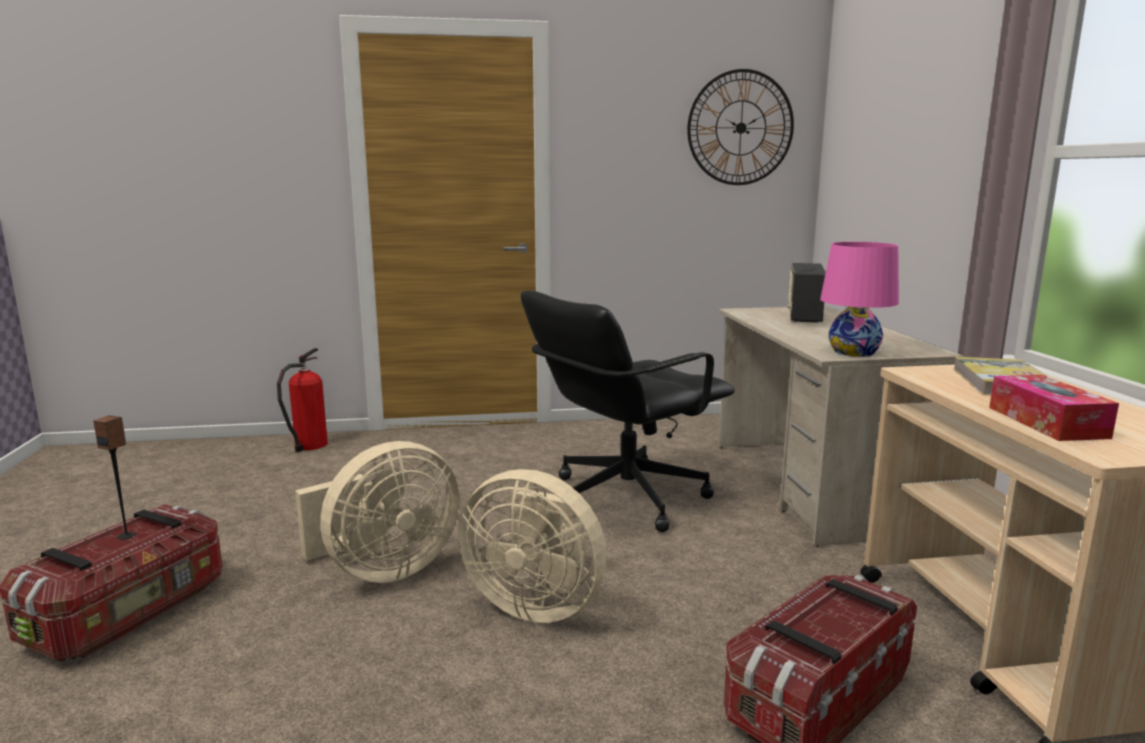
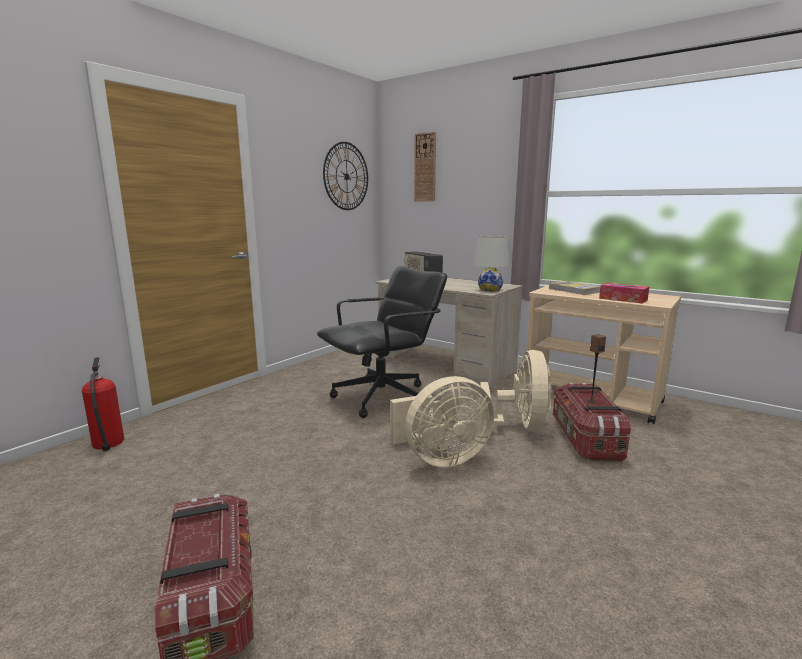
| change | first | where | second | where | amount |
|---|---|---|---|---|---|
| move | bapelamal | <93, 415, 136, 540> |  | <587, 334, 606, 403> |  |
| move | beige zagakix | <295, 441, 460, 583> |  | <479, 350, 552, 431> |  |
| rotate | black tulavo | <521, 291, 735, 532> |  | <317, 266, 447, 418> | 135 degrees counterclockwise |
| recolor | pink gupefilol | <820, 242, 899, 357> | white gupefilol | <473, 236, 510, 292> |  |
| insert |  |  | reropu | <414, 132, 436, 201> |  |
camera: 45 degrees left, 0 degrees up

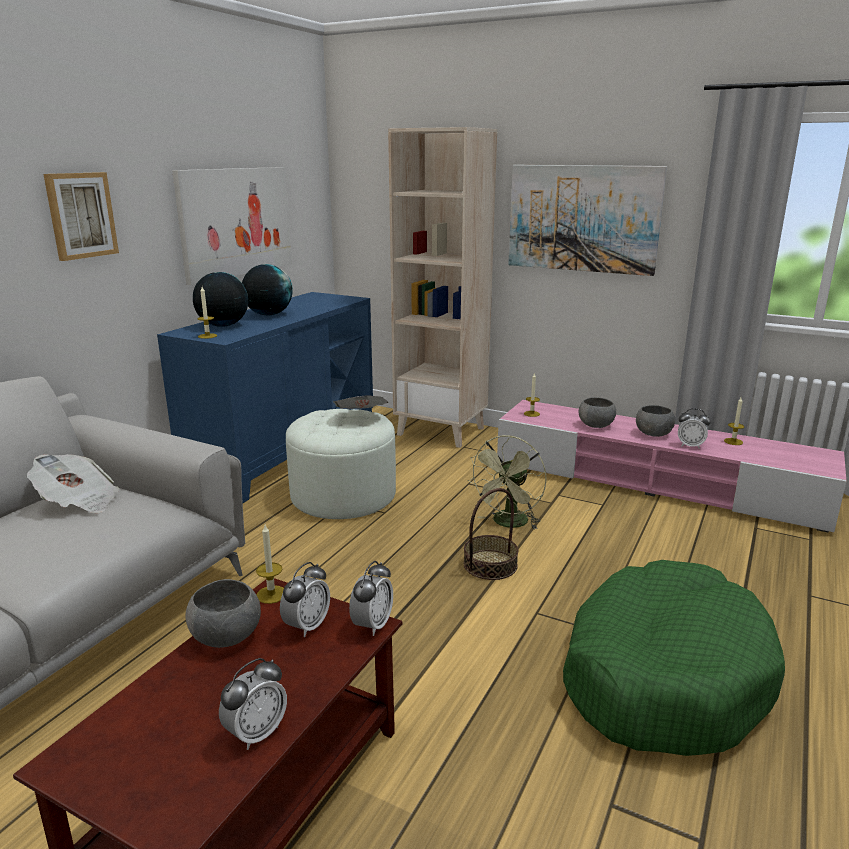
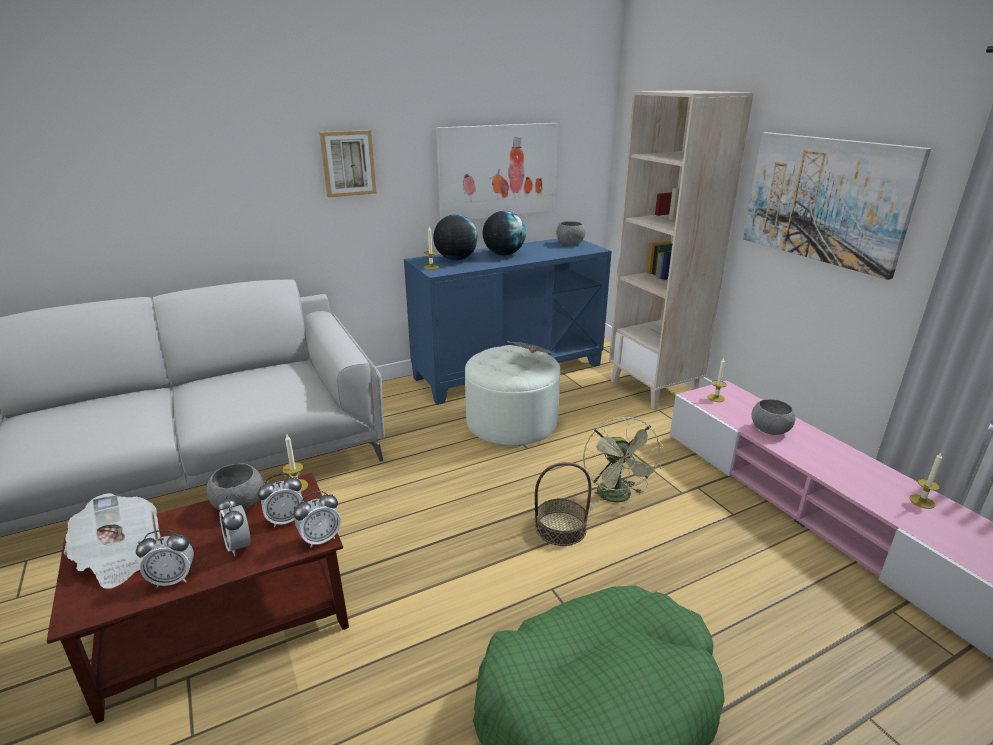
| change | first | where | second | where | amount |
|---|---|---|---|---|---|
| move | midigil | <27, 454, 120, 513> |  | <64, 493, 160, 589> |  |
| rotate | green zagakix | <468, 435, 547, 529> |  | <583, 417, 664, 504> | 75 degrees counterclockwise |
| move | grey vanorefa | <636, 405, 675, 437> |  | <556, 221, 586, 245> |  |
| move | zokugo | <678, 408, 711, 449> |  | <217, 496, 251, 556> |  |
camera: 35 degrees right, 5 degrees up

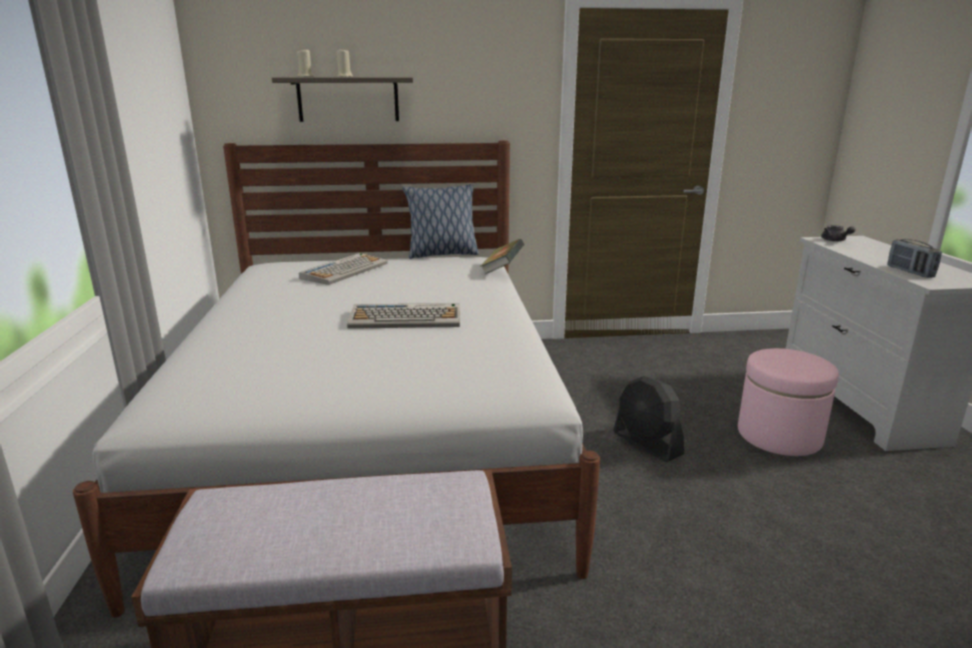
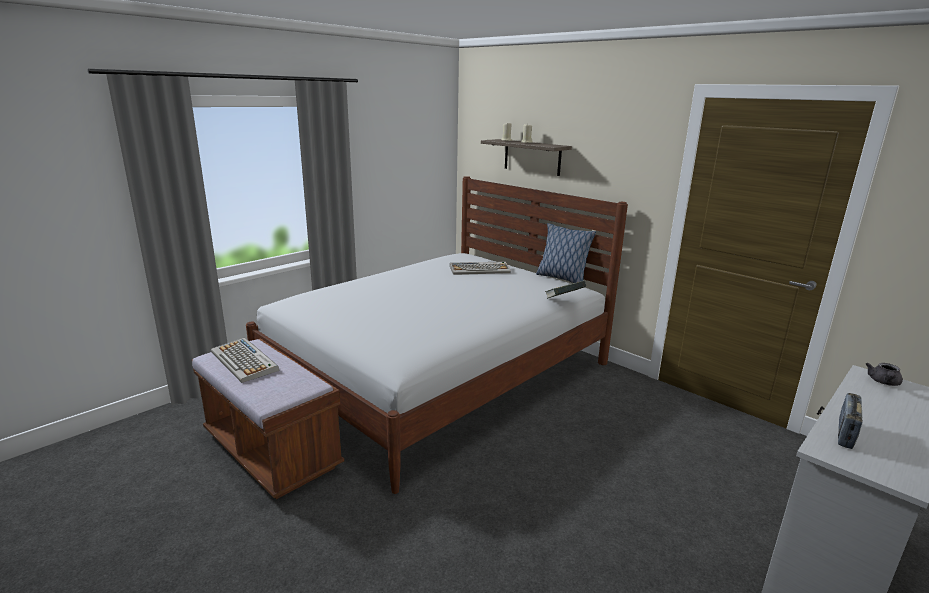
| change | first | where | second | where | amount |
|---|---|---|---|---|---|
| move | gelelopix | <347, 303, 460, 329> |  | <211, 338, 279, 383> |  |
| delete | black zagakix | <613, 376, 684, 462> |  |  |  |
| delete | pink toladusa | <738, 348, 839, 456> |  |  |  |
camera: 50 degrees right, 0 degrees up

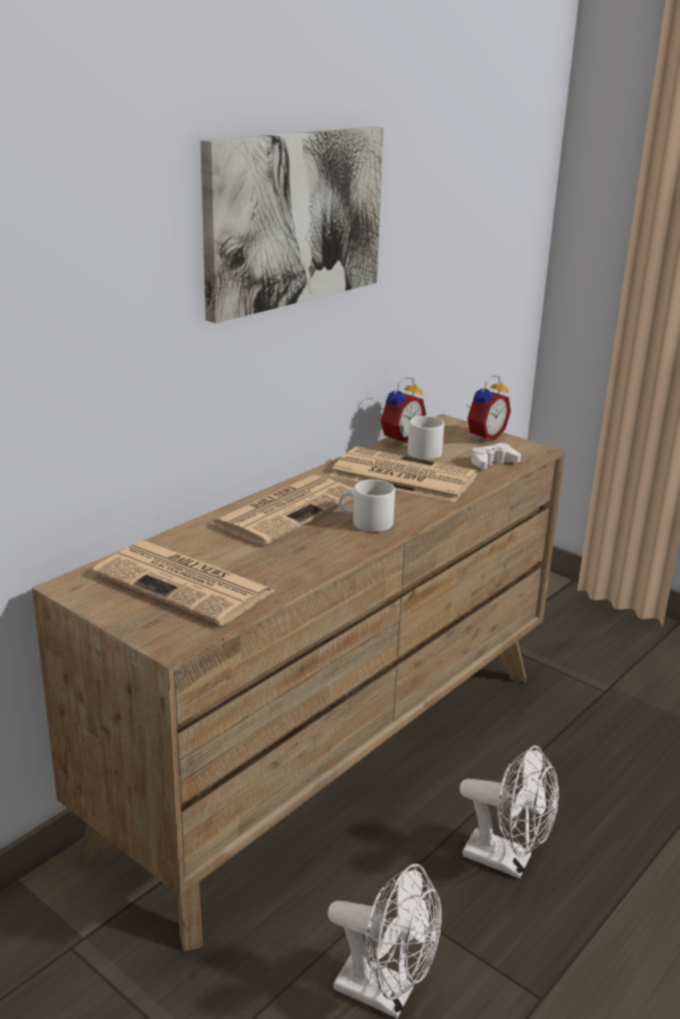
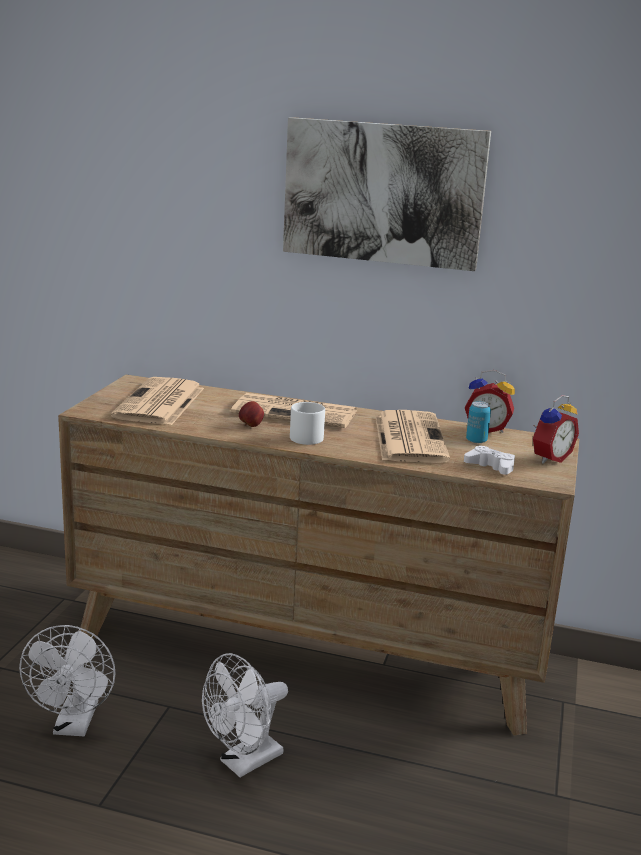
| change | first | where | second | where | amount |
|---|---|---|---|---|---|
| replace | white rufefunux | <408, 416, 444, 460> | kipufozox | <466, 401, 491, 443> |  |
| rotate | white zagakix | <460, 745, 559, 879> |  | <202, 653, 288, 777> | 45 degrees clockwise |
| rotate | zokugo | <467, 375, 511, 442> |  | <533, 395, 579, 464> | 60 degrees counterclockwise |
| insert |  |  | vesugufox | <239, 401, 264, 427> |  |
camera: 65 degrees right, 5 degrees down

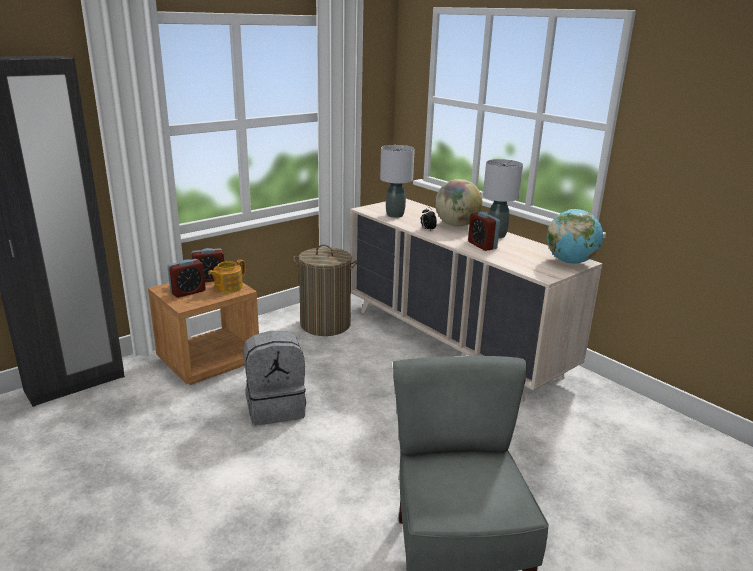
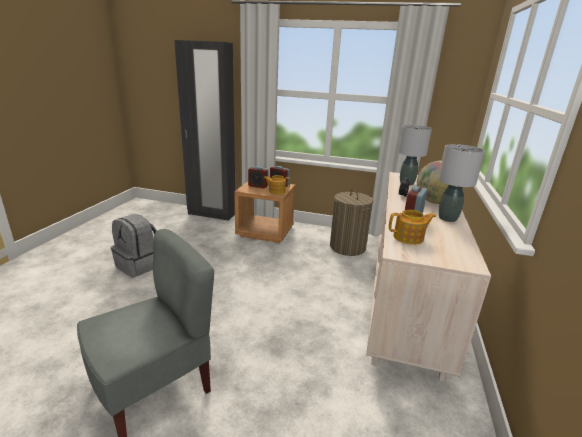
| change | first | where | second | where | amount |
|---|---|---|---|---|---|
| move | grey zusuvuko | <243, 331, 307, 425> |  | <111, 214, 157, 277> |  |
| delete | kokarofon | <547, 209, 603, 264> |  |  |  |
| insert |  |  | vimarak | <389, 210, 436, 245> |  |
camera: 55 degrees right, 0 degrees up

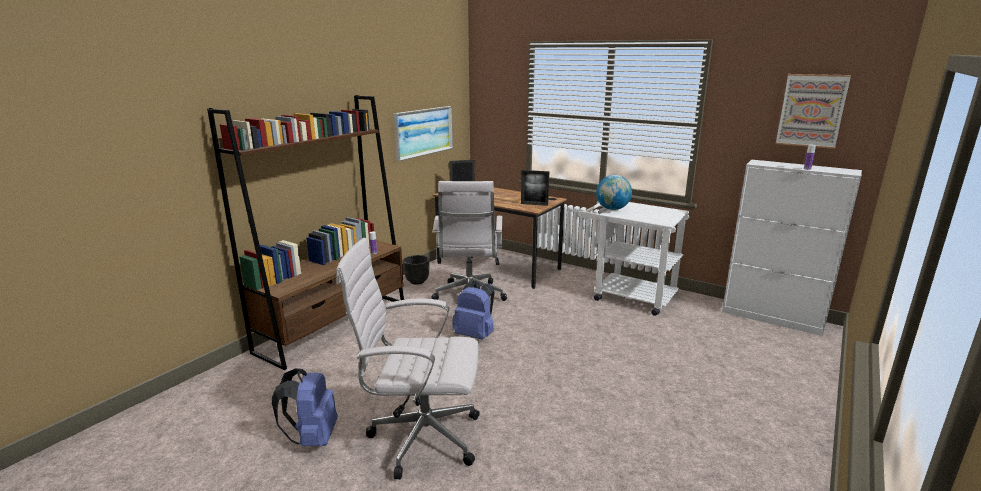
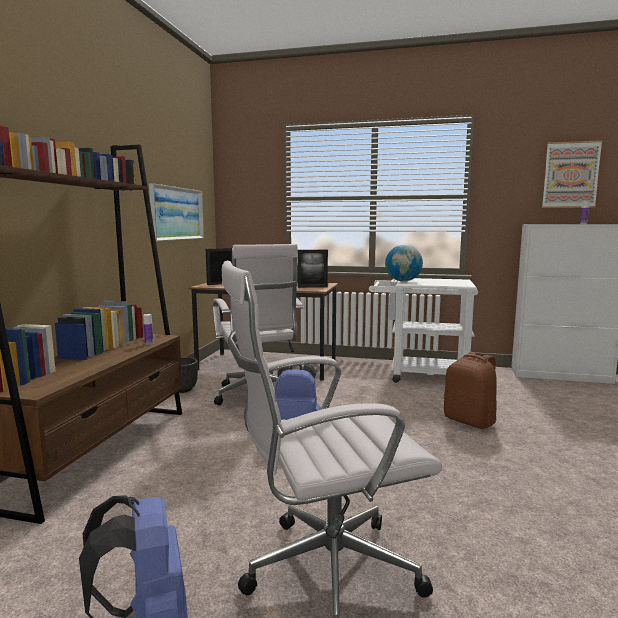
| change | first | where | second | where | amount |
|---|---|---|---|---|---|
| insert |  |  | brown zusuvuko | <444, 352, 497, 429> |  |
camera: 20 degrees left, 10 degrees down

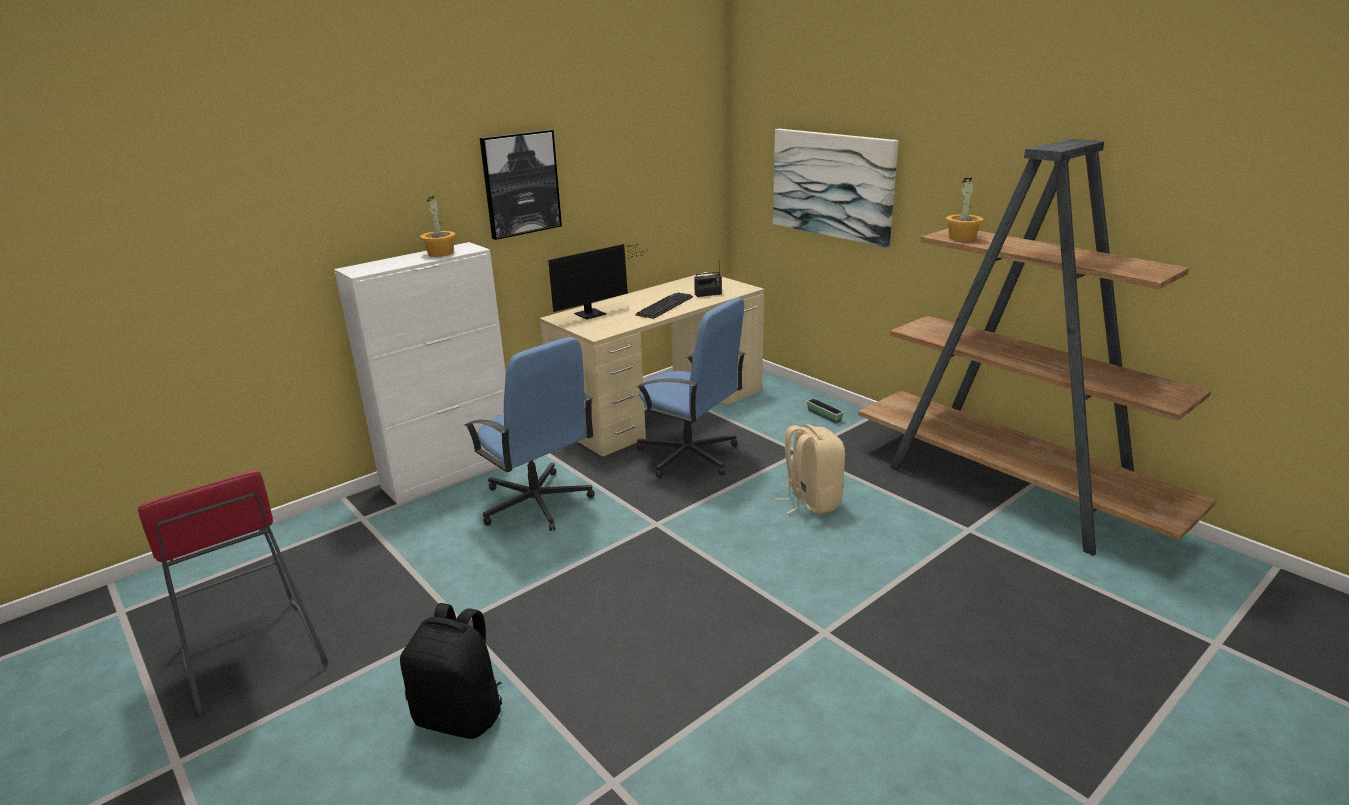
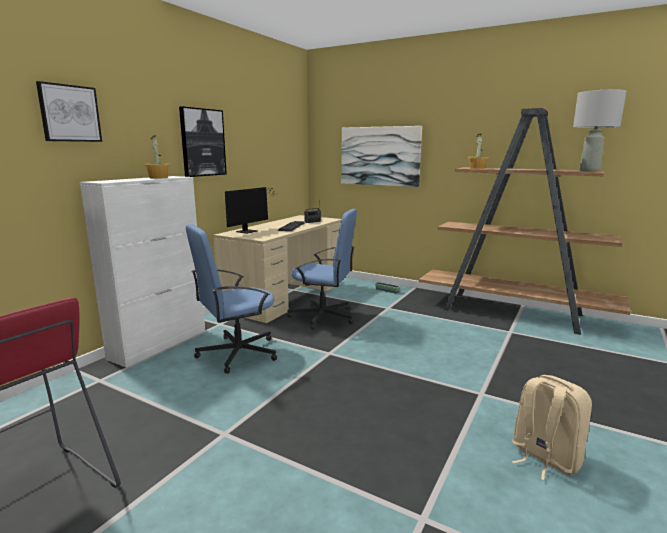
| change | first | where | second | where | amount |
|---|---|---|---|---|---|
| delete | black zusuvuko | <400, 603, 502, 739> |  |  |  |
| rotate | blue tulavo | <464, 337, 595, 531> |  | <186, 224, 277, 374> | 120 degrees clockwise |
| move | beige zusuvuko | <775, 424, 845, 515> |  | <512, 375, 592, 481> |  |
| insert |  |  | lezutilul | <36, 81, 102, 142> |  |
| insert |  |  | grey gupefilol | <573, 89, 626, 172> |  |
camera: 20 degrees left, 10 degrees down

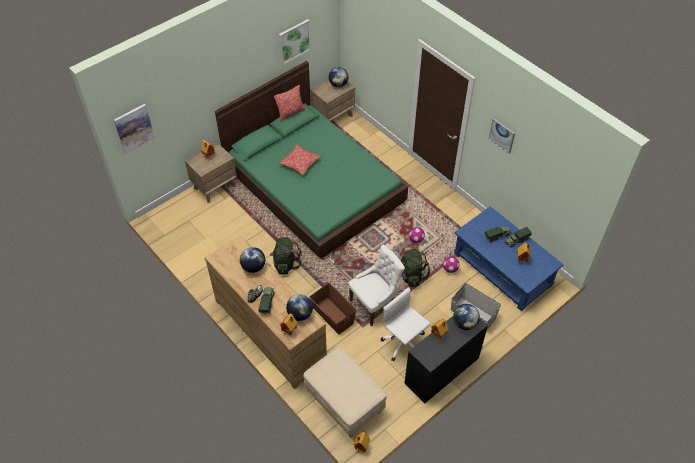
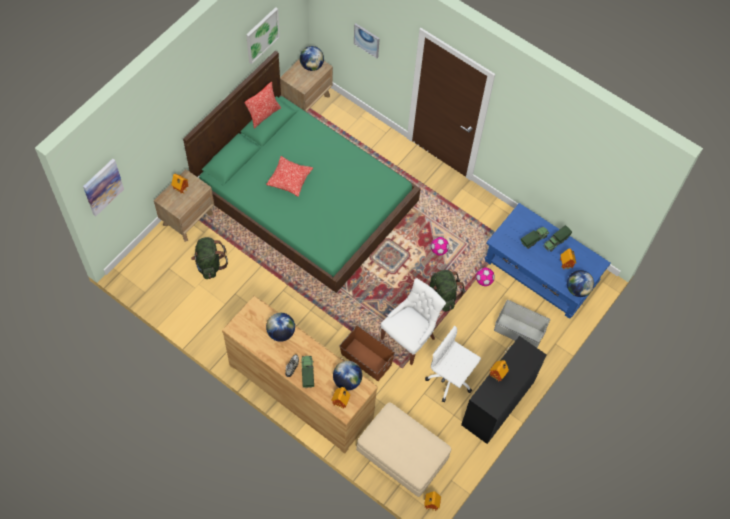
| change | first | where | second | where | amount |
|---|---|---|---|---|---|
| move | green zusuvuko | <270, 237, 301, 275> |  | <191, 237, 228, 279> |  |
| move | kokarofon | <453, 304, 480, 330> |  | <567, 270, 594, 297> |  |
| move | lezutilul | <489, 119, 515, 154> |  | <354, 23, 380, 58> |  |
camera: 15 degrees left, 10 degrees up

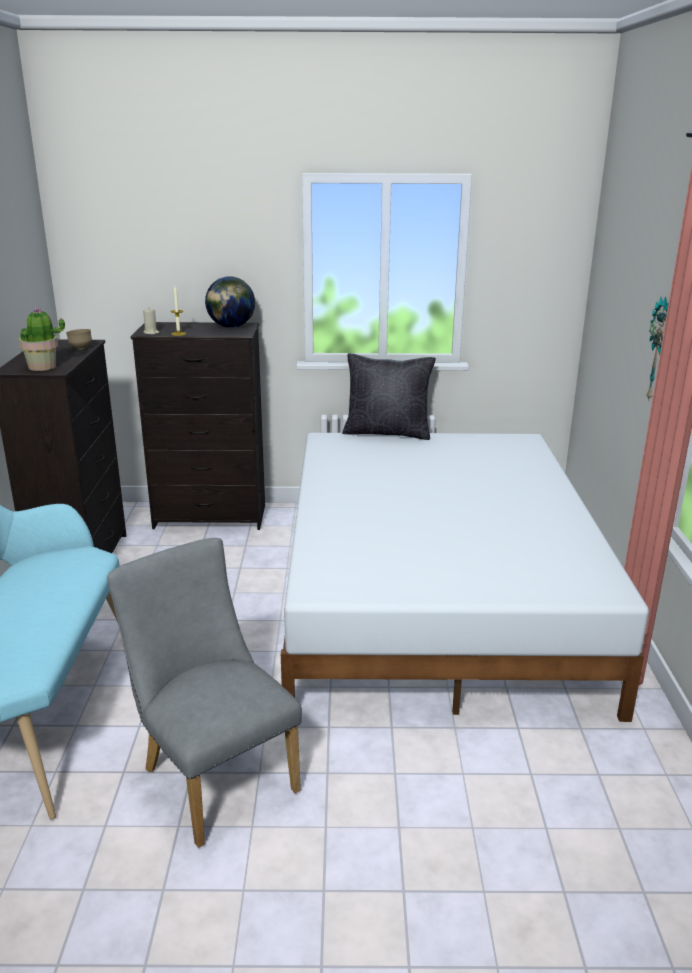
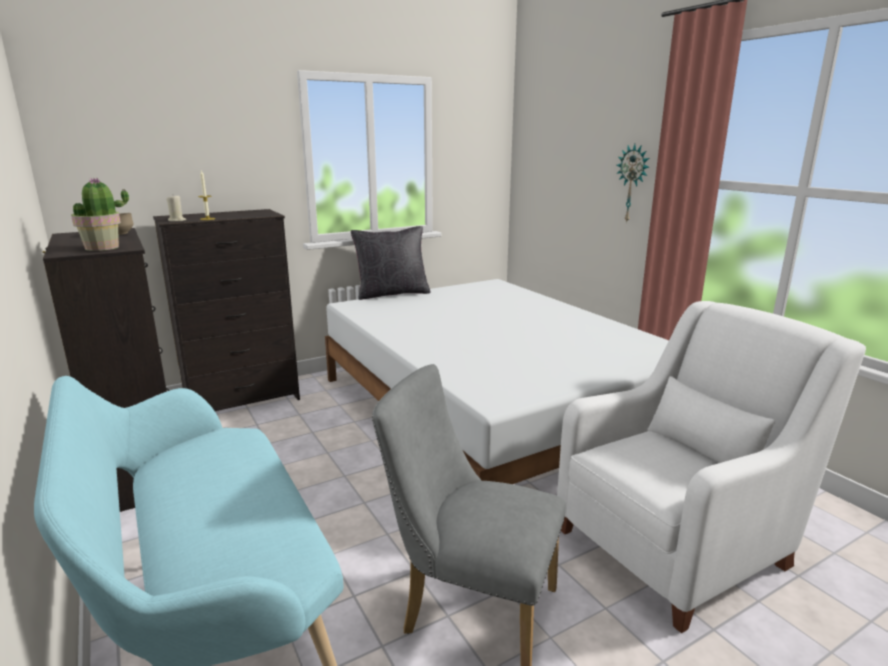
| change | first | where | second | where | amount |
|---|---|---|---|---|---|
| delete | kokarofon | <205, 276, 255, 328> |  |  |  |
| insert |  |  | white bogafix | <557, 301, 866, 633> |  |
camera: 30 degrees left, 5 degrees down

